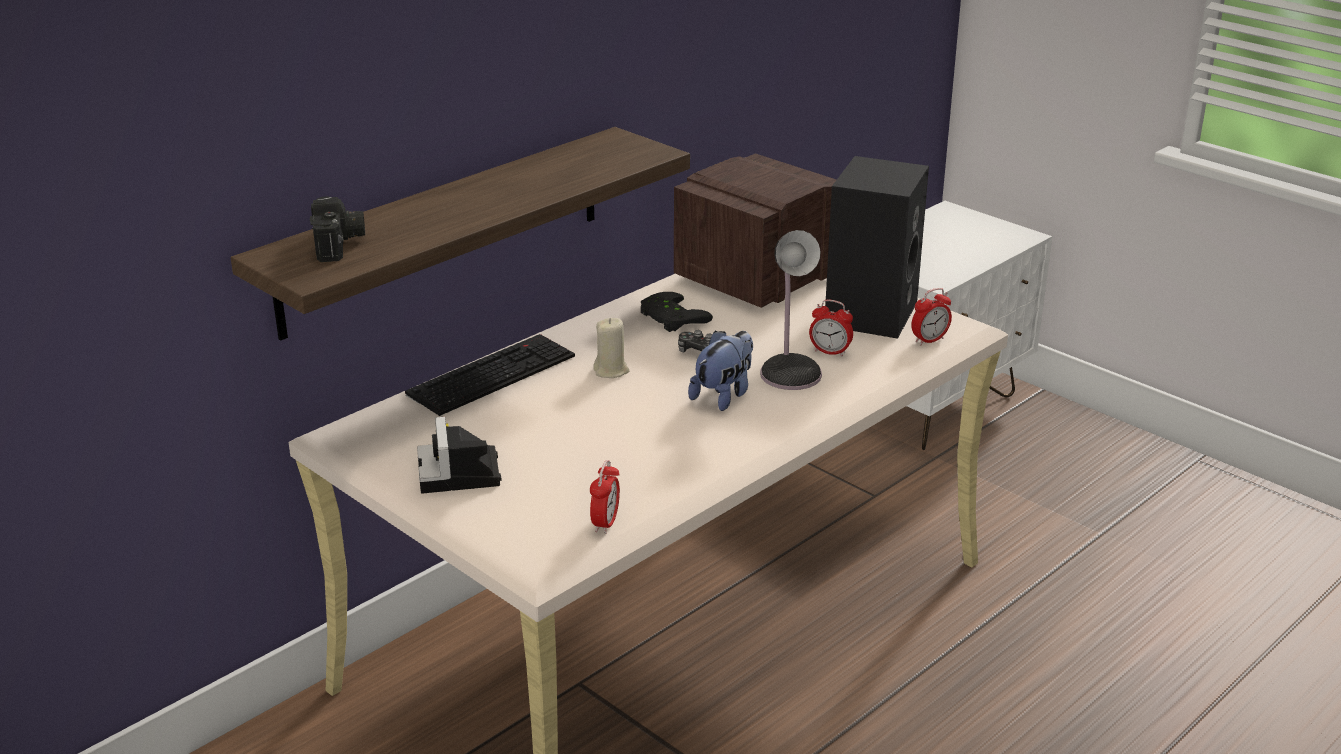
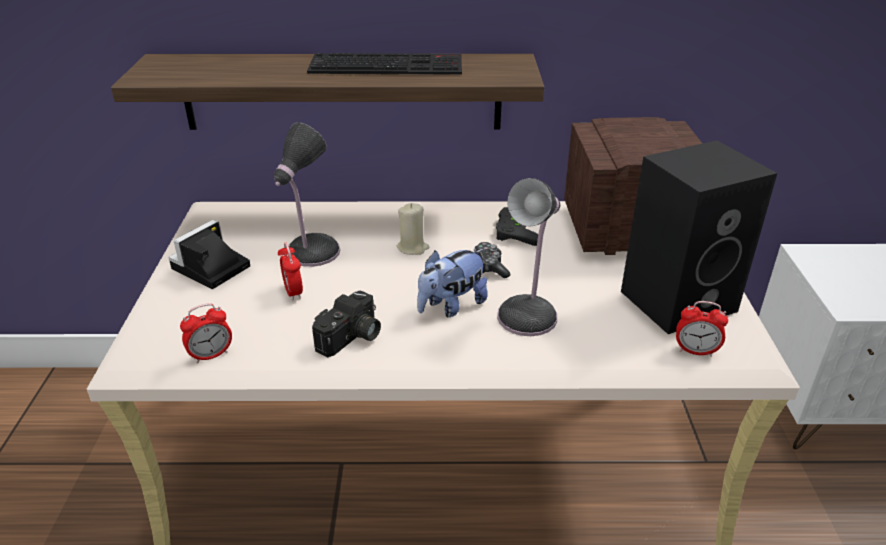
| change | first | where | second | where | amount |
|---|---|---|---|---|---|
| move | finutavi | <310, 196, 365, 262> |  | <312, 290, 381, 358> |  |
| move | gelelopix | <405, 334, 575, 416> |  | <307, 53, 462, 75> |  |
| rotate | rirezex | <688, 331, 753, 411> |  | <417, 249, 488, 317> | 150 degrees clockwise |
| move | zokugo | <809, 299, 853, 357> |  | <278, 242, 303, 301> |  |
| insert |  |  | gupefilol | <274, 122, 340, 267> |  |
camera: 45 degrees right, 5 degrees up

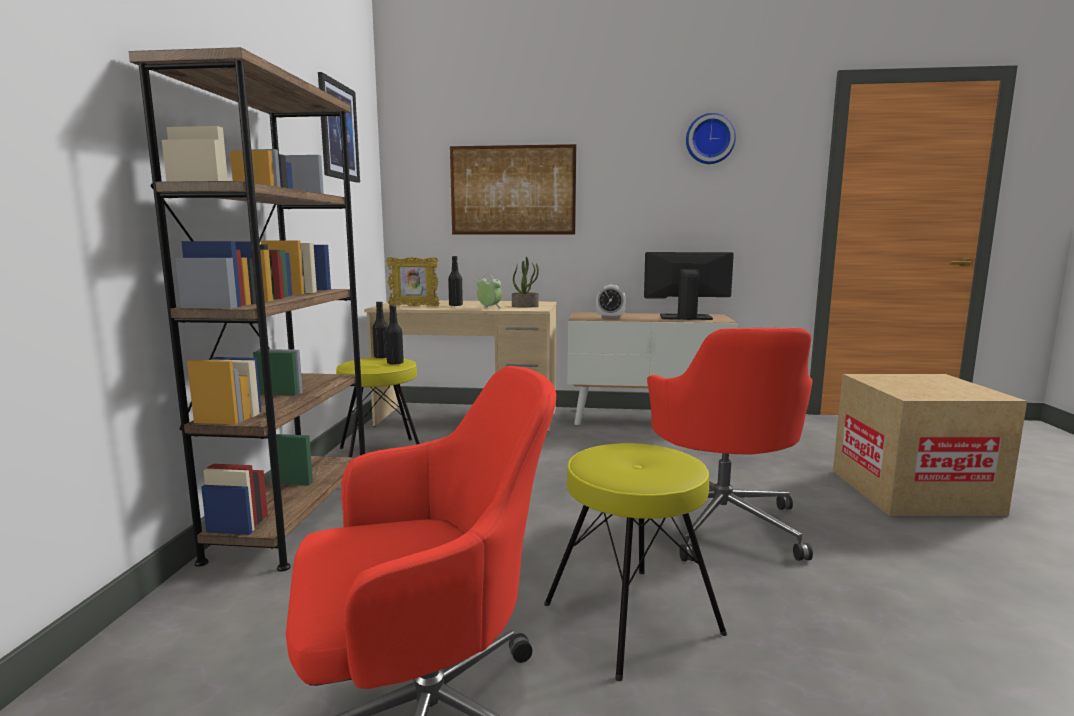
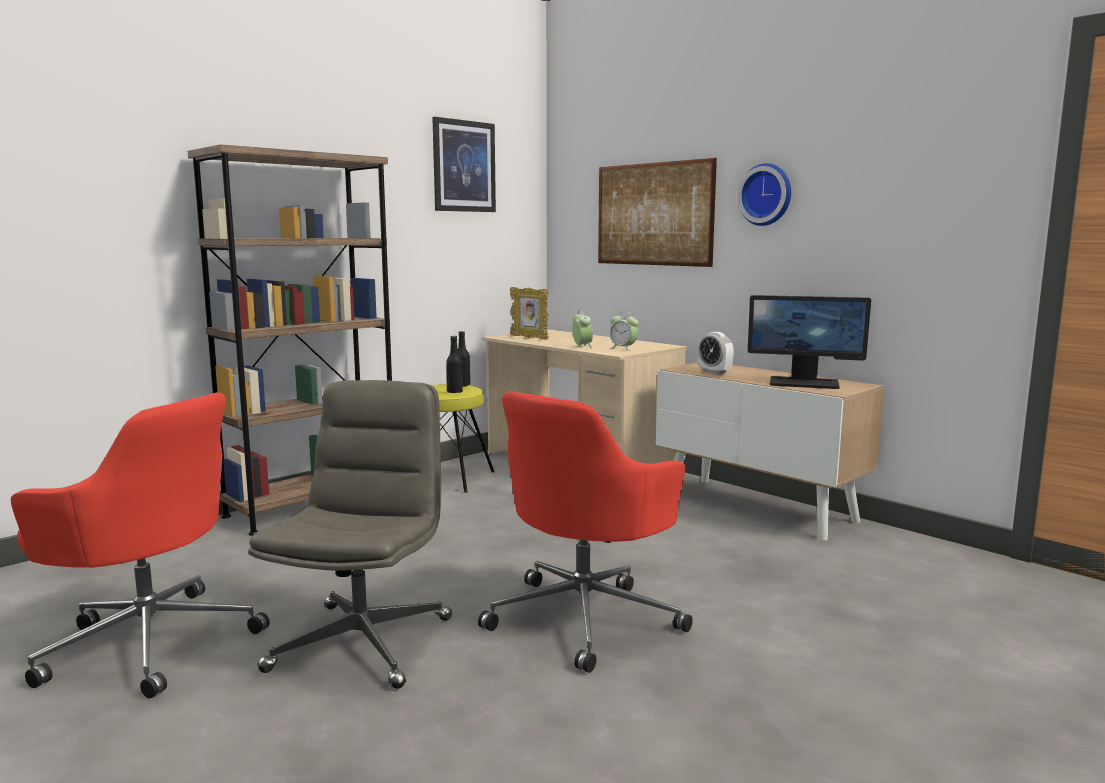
| change | first | where | second | where | amount |
|---|---|---|---|---|---|
| delete | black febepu | <448, 256, 463, 306> |  |  |  |
| replace | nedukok | <512, 257, 539, 308> | zokugo | <609, 311, 639, 351> |  |
| replace | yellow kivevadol | <544, 443, 727, 681> | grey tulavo | <248, 380, 452, 689> |  |
| rotate | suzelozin | <644, 252, 734, 320> |  | <748, 295, 871, 389> | 150 degrees clockwise |
| move | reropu | <686, 113, 736, 164> |  | <737, 163, 791, 226> |  |
| delete | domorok | <833, 374, 1027, 516> |  |  |  |
camera: 40 degrees right, 0 degrees up

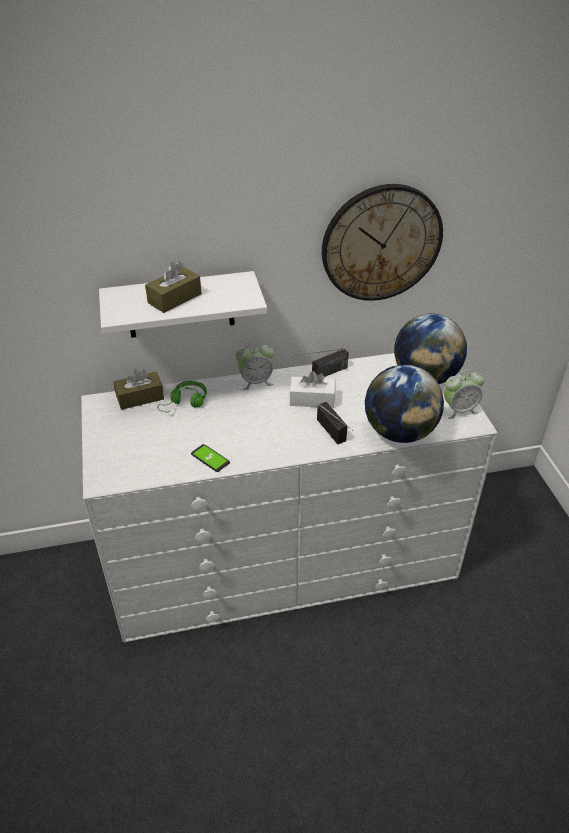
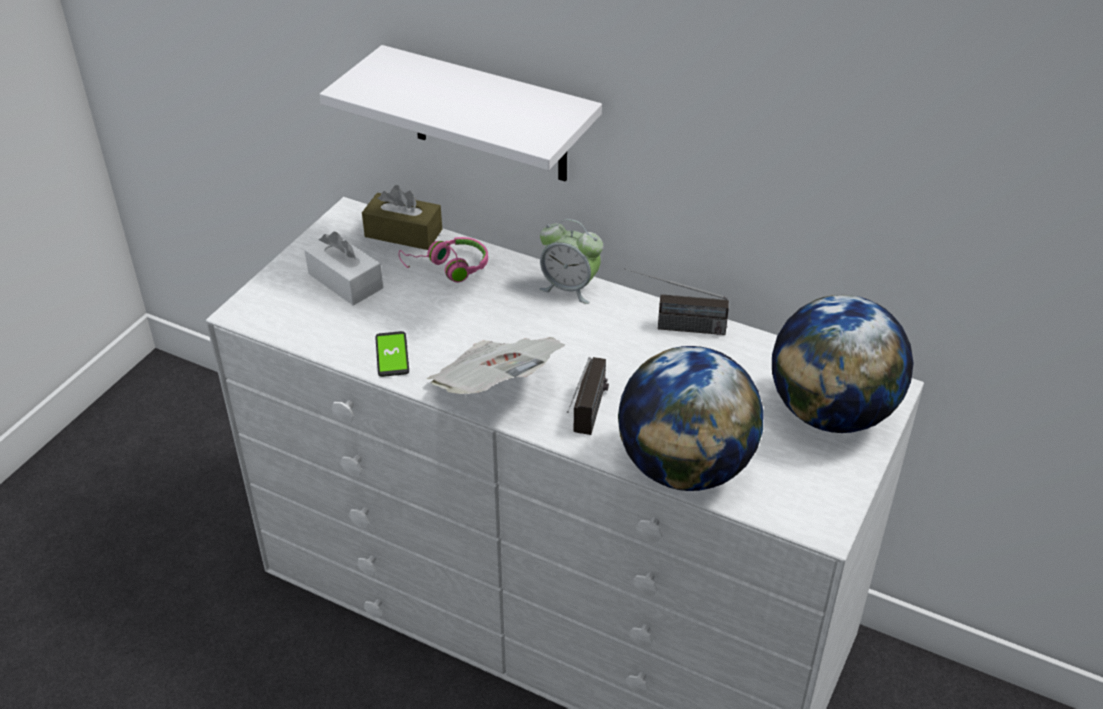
| change | first | where | second | where | amount |
|---|---|---|---|---|---|
| delete | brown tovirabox | <145, 262, 202, 313> |  |  |  |
| recolor | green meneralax | <158, 381, 207, 413> | pink meneralax | <399, 237, 488, 282> |  |
| move | white tovirabox | <289, 371, 336, 408> |  | <305, 232, 383, 306> |  |
| delete | reropu | <322, 184, 443, 301> |  |  |  |
| delete | zokugo | <444, 369, 484, 419> |  |  |  |
| insert |  |  | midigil | <427, 337, 566, 394> |  |
camera: 40 degrees right, 0 degrees up

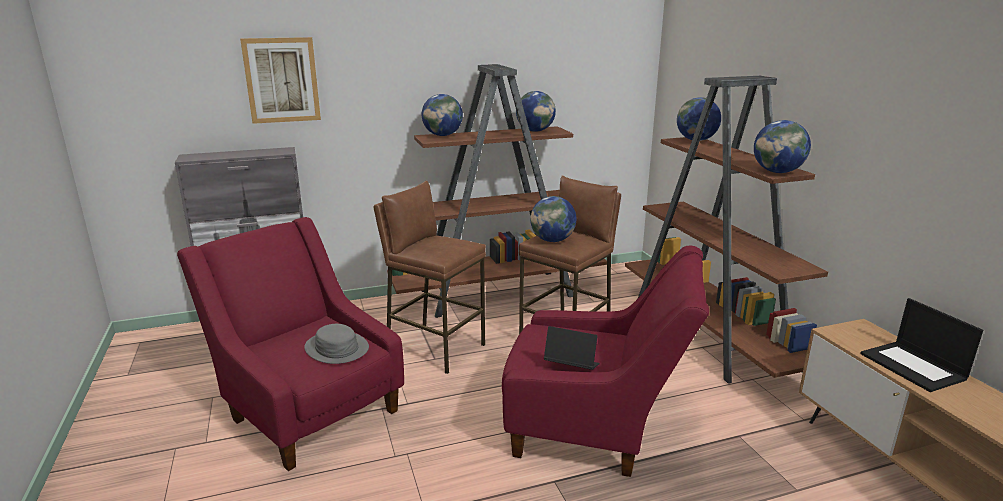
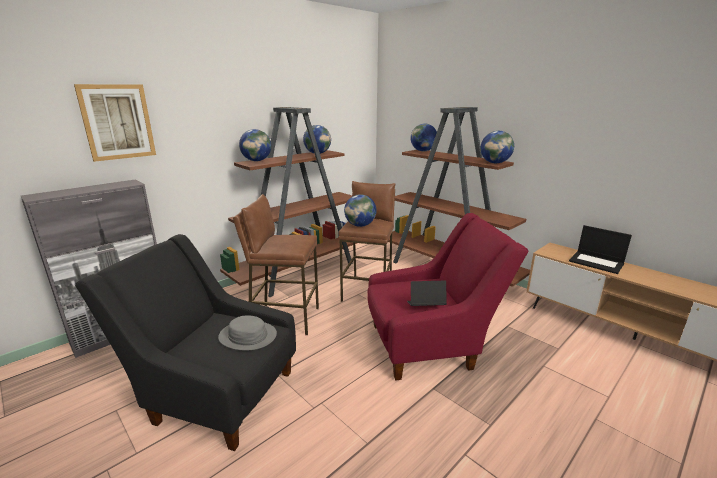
| change | first | where | second | where | amount |
|---|---|---|---|---|---|
| recolor | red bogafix | <177, 217, 404, 471> | black bogafix | <75, 234, 296, 451> |  |
camera: 25 degrees left, 0 degrees up

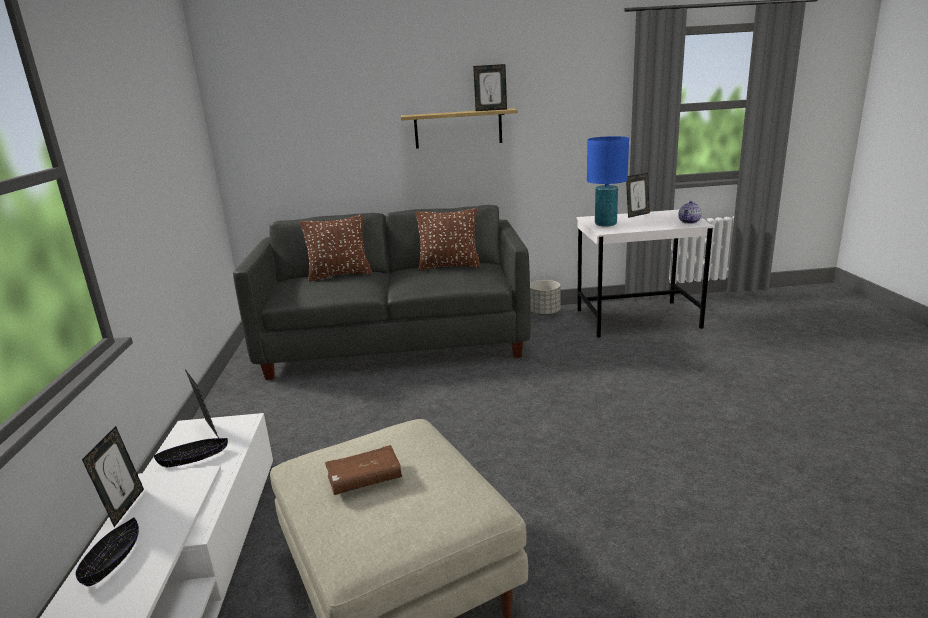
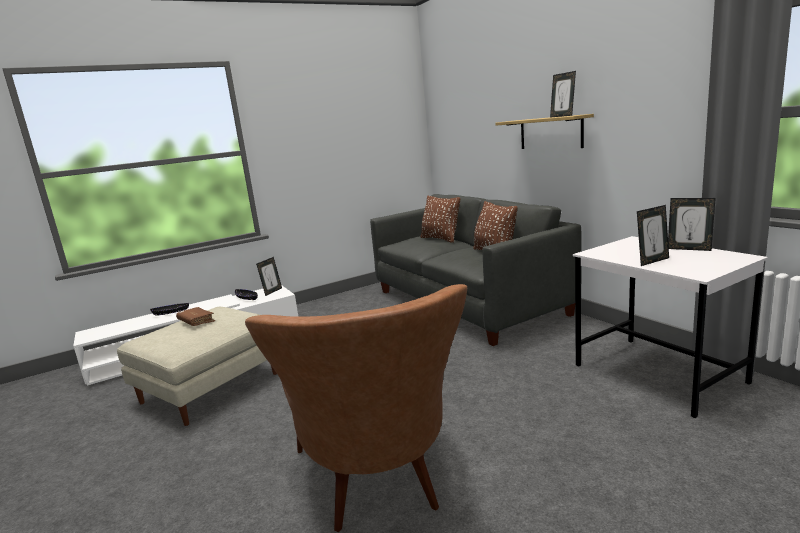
| change | first | where | second | where | amount |
|---|---|---|---|---|---|
| move | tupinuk | <82, 426, 144, 527> |  | <637, 205, 669, 266> |  |
| delete | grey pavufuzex | <530, 280, 560, 315> |  |  |  |
| delete | blue gupefilol | <587, 136, 629, 227> |  |  |  |
| delete | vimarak | <678, 201, 702, 224> |  |  |  |
| insert |  |  | brown bogafix | <245, 284, 467, 532> |  |
camera: 65 degrees right, 5 degrees down

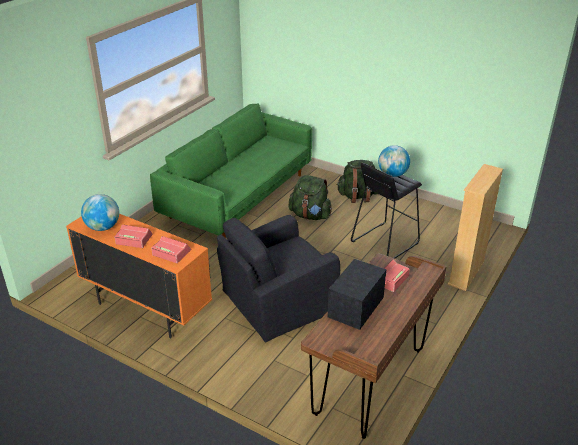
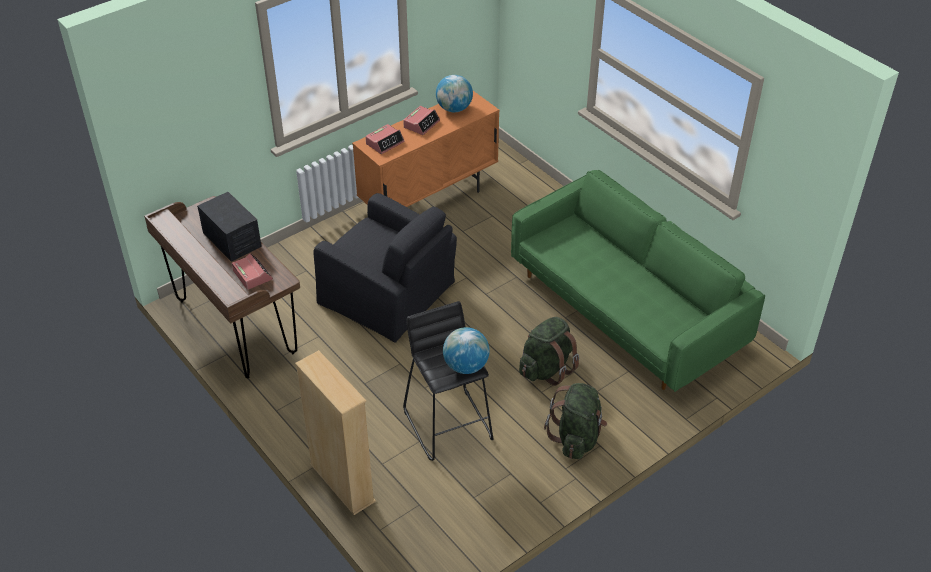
| change | first | where | second | where | amount |
|---|---|---|---|---|---|
| rotate | black bogafix | <217, 215, 340, 342> |  | <314, 193, 457, 343> | 135 degrees clockwise |
camera: 110 degrees right, 10 degrees up

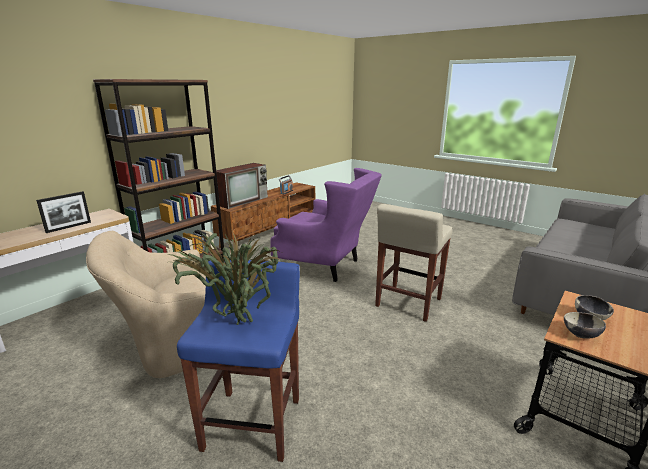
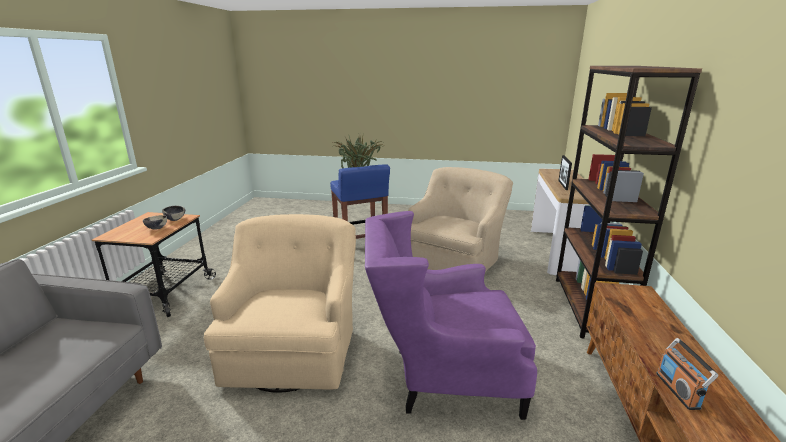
| change | first | where | second | where | amount |
|---|---|---|---|---|---|
| delete | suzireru | <216, 163, 268, 209> |  |  |  |
| replace | beige kivevadol | <375, 204, 453, 322> | beige bogafix | <204, 214, 356, 393> |  |
camera: 150 degrees right, 0 degrees up

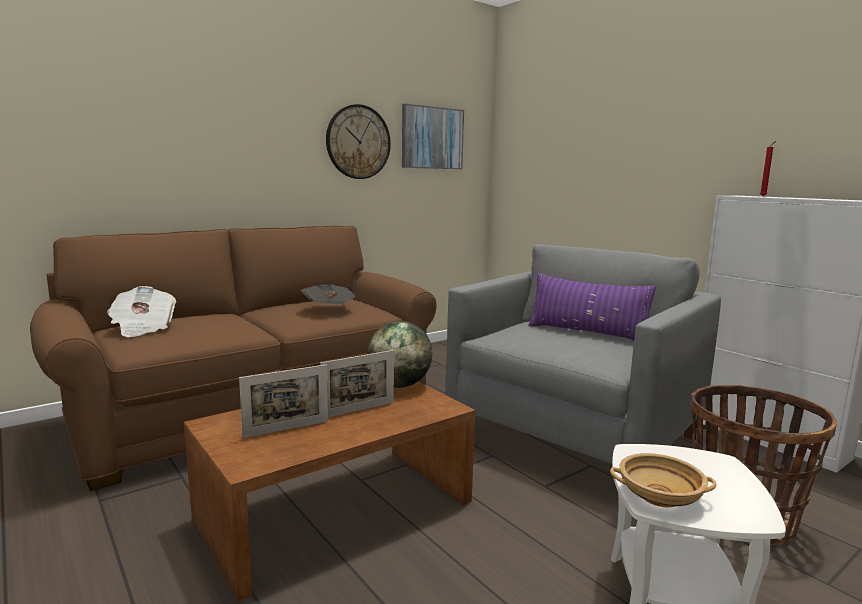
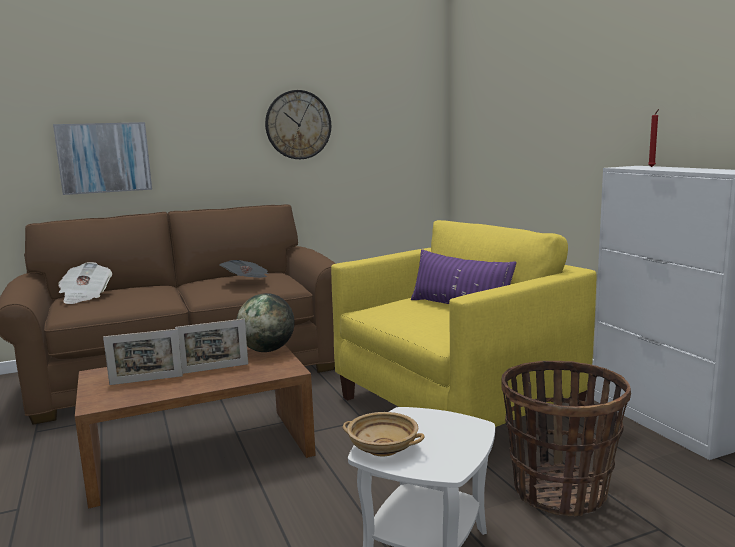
| change | first | where | second | where | amount |
|---|---|---|---|---|---|
| move | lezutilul | <402, 104, 464, 169> |  | <53, 122, 152, 195> |  |
| recolor | grey bogafix | <445, 244, 721, 464> | yellow bogafix | <331, 220, 596, 427> |  |
camera: 15 degrees right, 0 degrees up

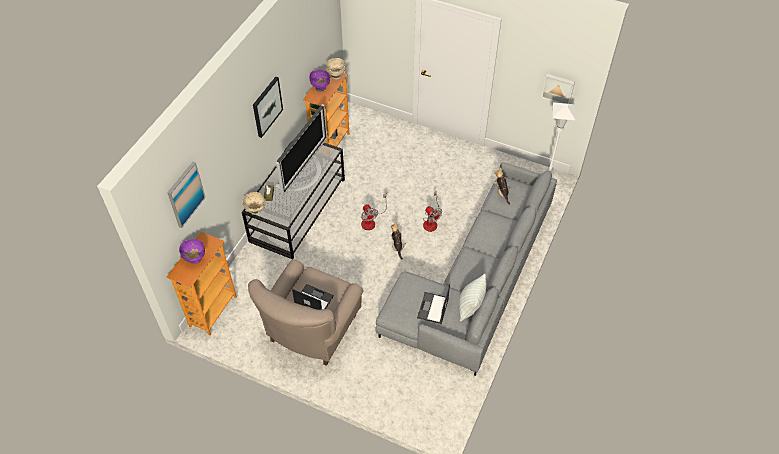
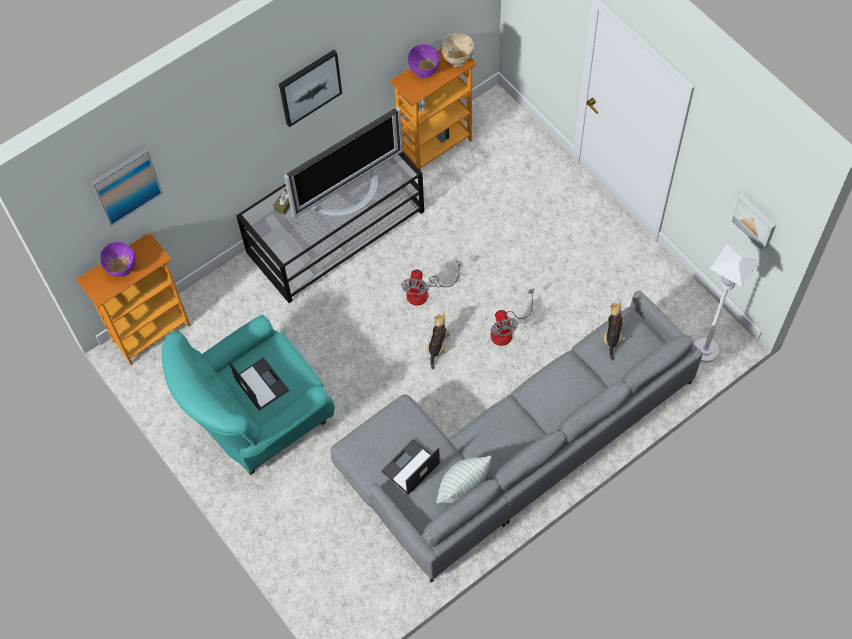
| change | first | where | second | where | amount |
|---|---|---|---|---|---|
| delete | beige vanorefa | <242, 192, 265, 215> |  |  |  |
| recolor | beige bogafix | <248, 259, 363, 366> | turquoise bogafix | <162, 314, 334, 475> |  |
camera: 30 degrees right, 10 degrees up

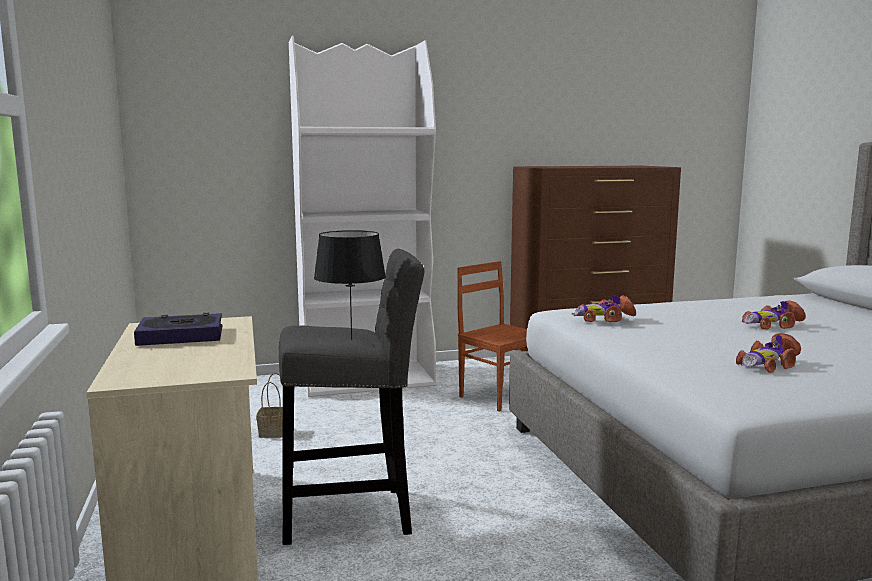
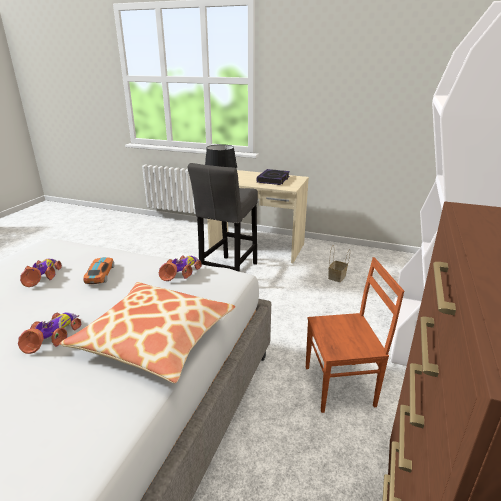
| change | first | where | second | where | amount |
|---|---|---|---|---|---|
| insert |  |  | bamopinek | <60, 282, 235, 383> |  |
| insert |  |  | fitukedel | <83, 257, 114, 284> |  |
camera: 125 degrees right, 15 degrees up

